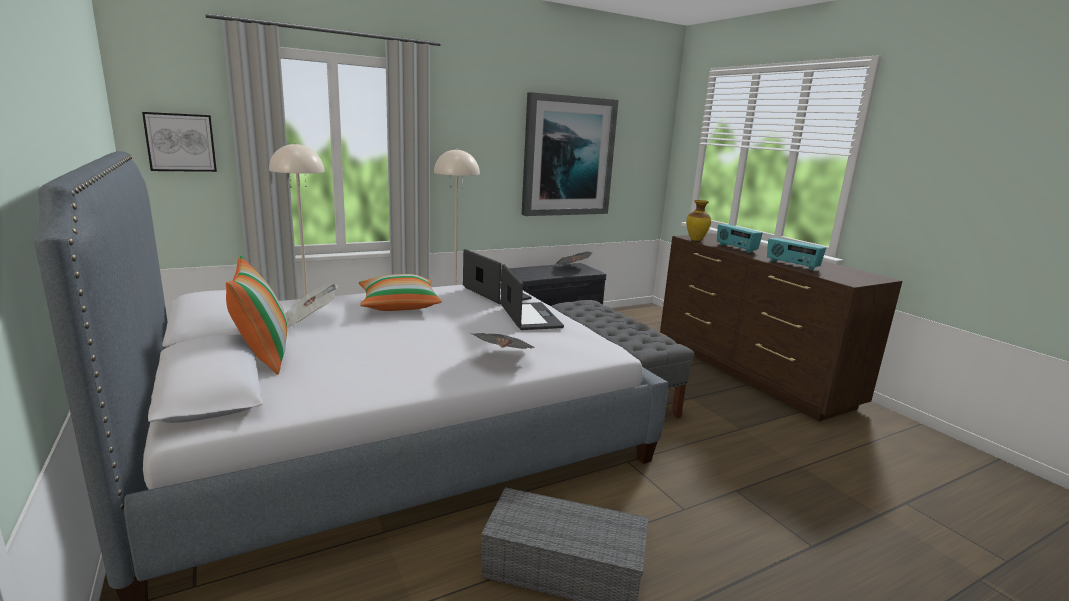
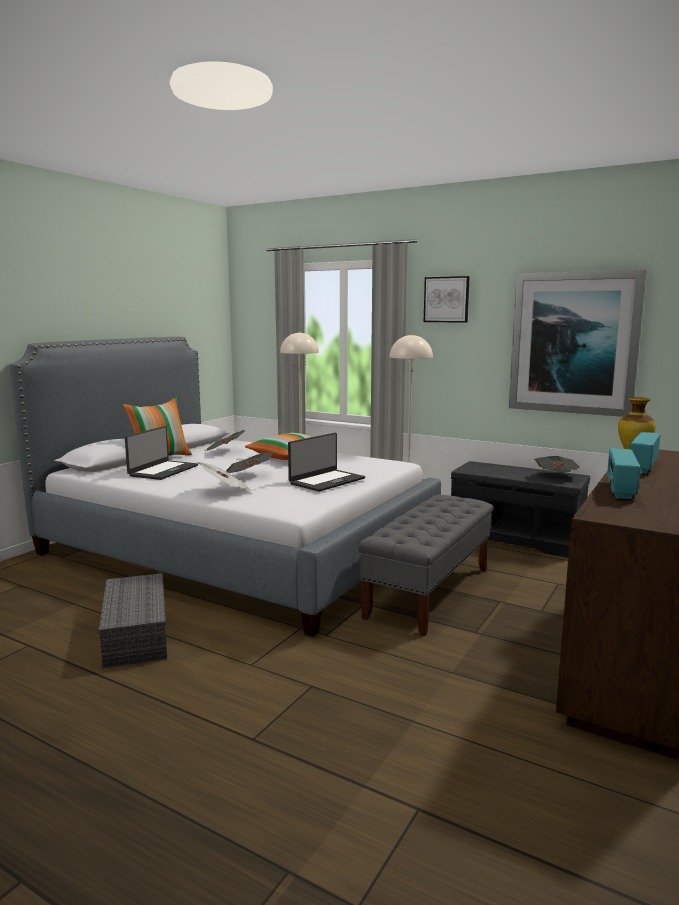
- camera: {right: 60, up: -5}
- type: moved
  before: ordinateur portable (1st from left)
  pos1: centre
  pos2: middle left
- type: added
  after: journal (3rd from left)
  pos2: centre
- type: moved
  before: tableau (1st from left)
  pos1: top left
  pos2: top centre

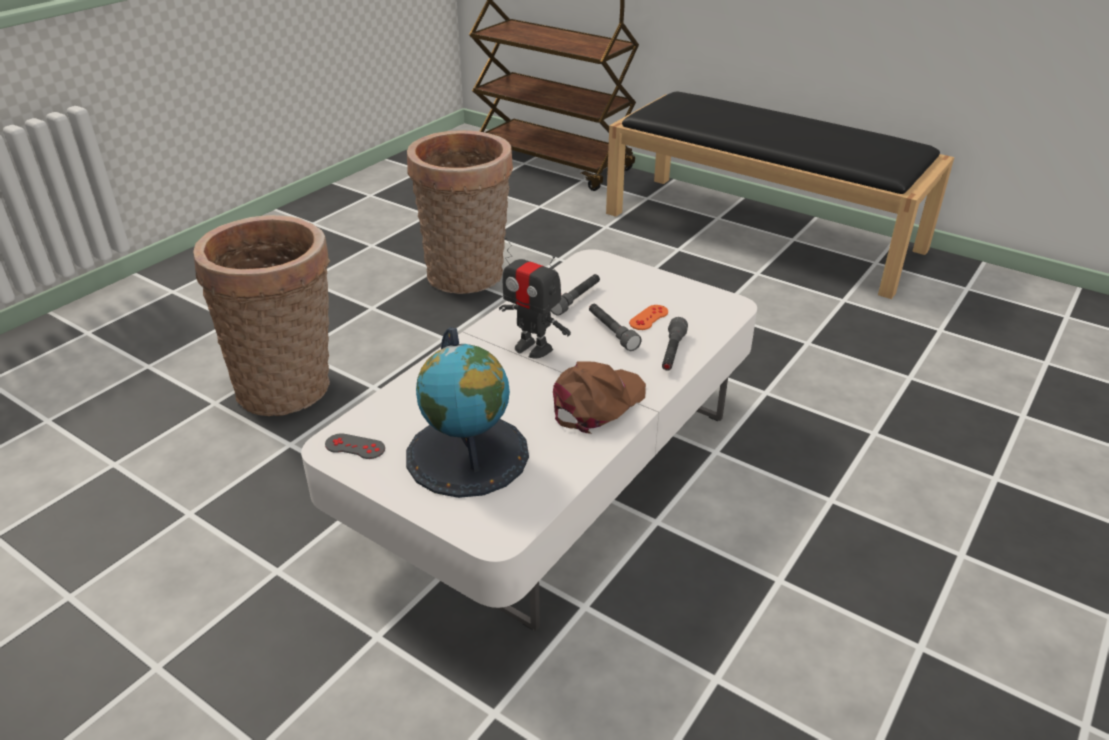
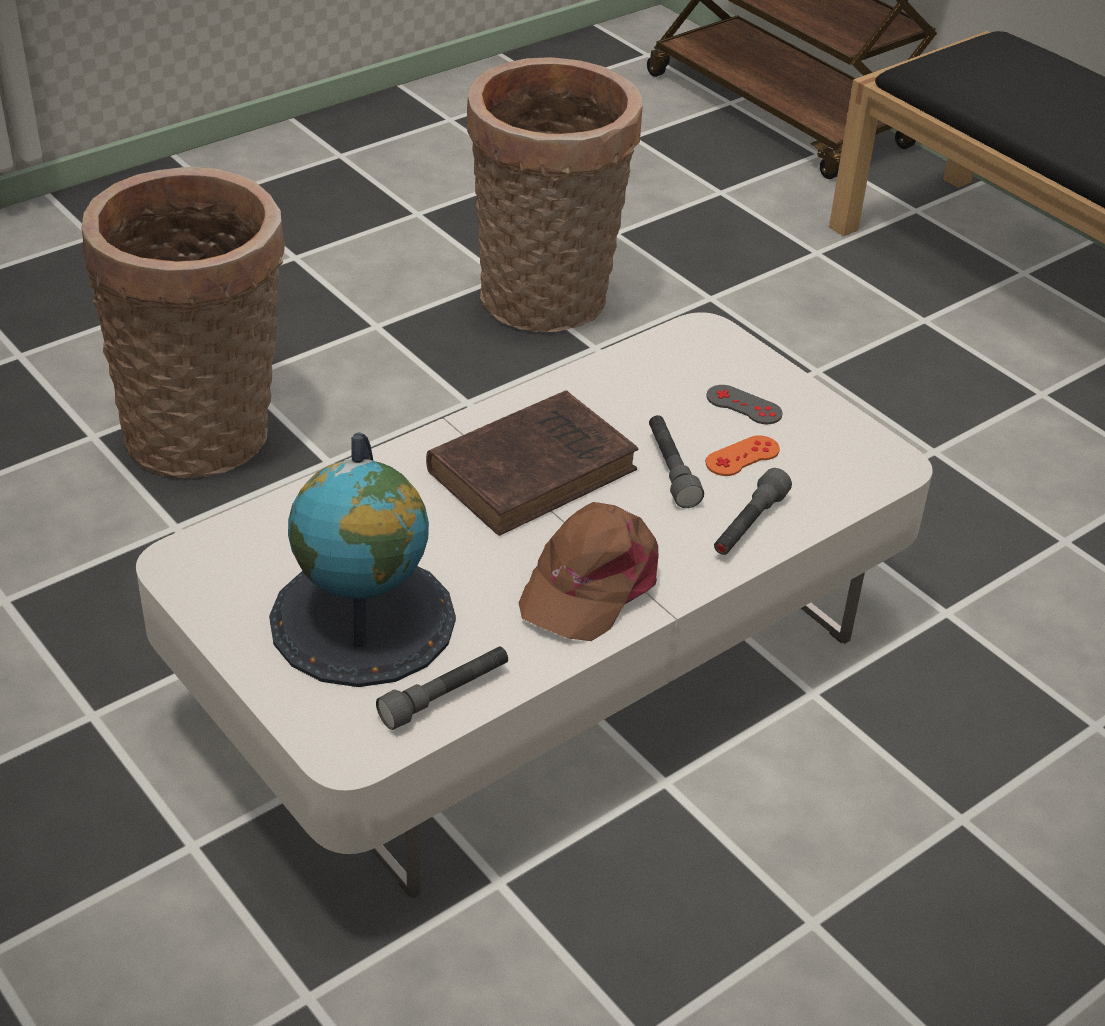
- camera: {right: 15, up: 5}
- type: moved
  before: lampe de poche/gris (1st from left)
  pos1: centre
  pos2: bottom centre
- type: replaced
  before: robot jouet
  after: livre/marron
  pos1: centre
  pos2: centre
- type: turned
  before: casquette/marron
  pos1: centre
  pos2: centre
  turn: 150
- type: moved
  before: manette/gris
  pos1: middle left
  pos2: middle right

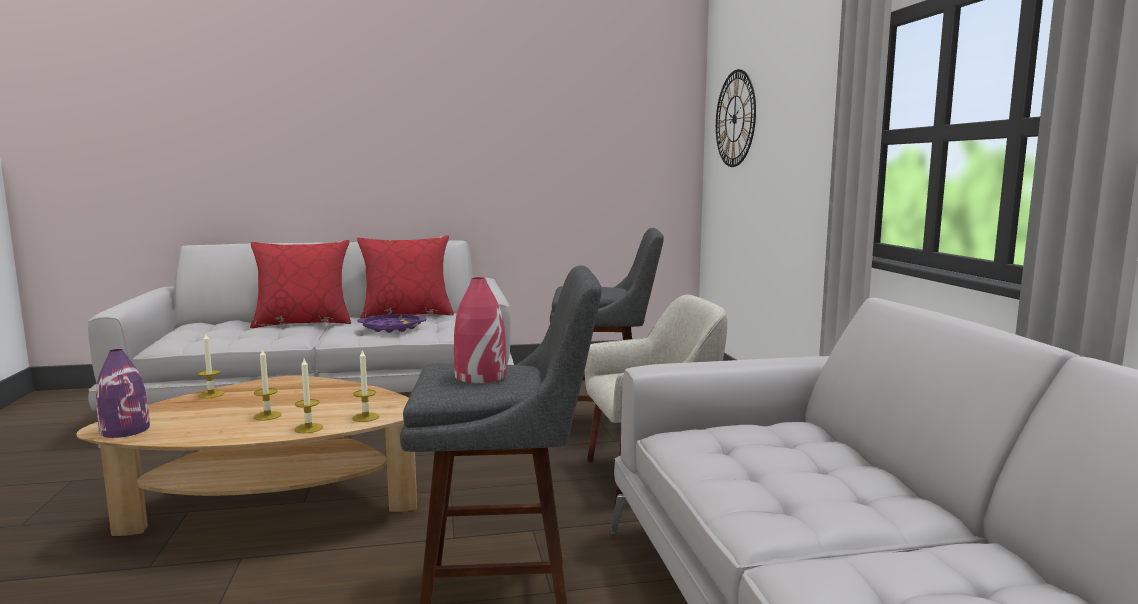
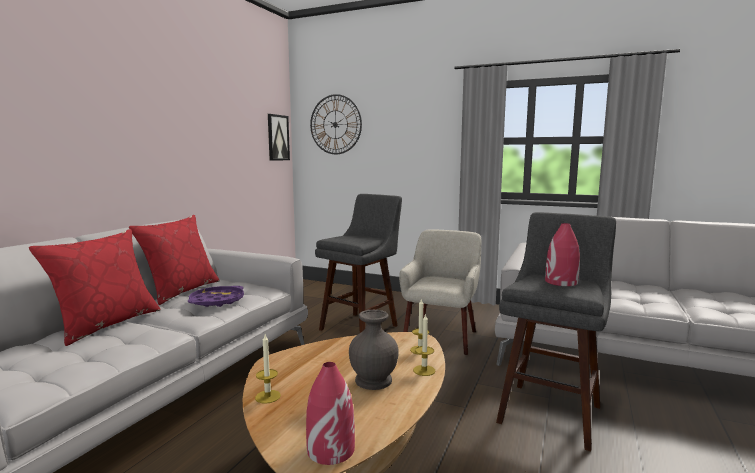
- camera: {right: -55, up: 0}
- type: added
  after: tableau
  pos2: top centre
- type: recoloured
  before: vase/violet
  after: vase/rouge (1st from left)
  pos1: middle left
  pos2: bottom centre
- type: replaced
  before: bougie (2nd from left)
  after: vase/gris
  pos1: middle left
  pos2: bottom centre

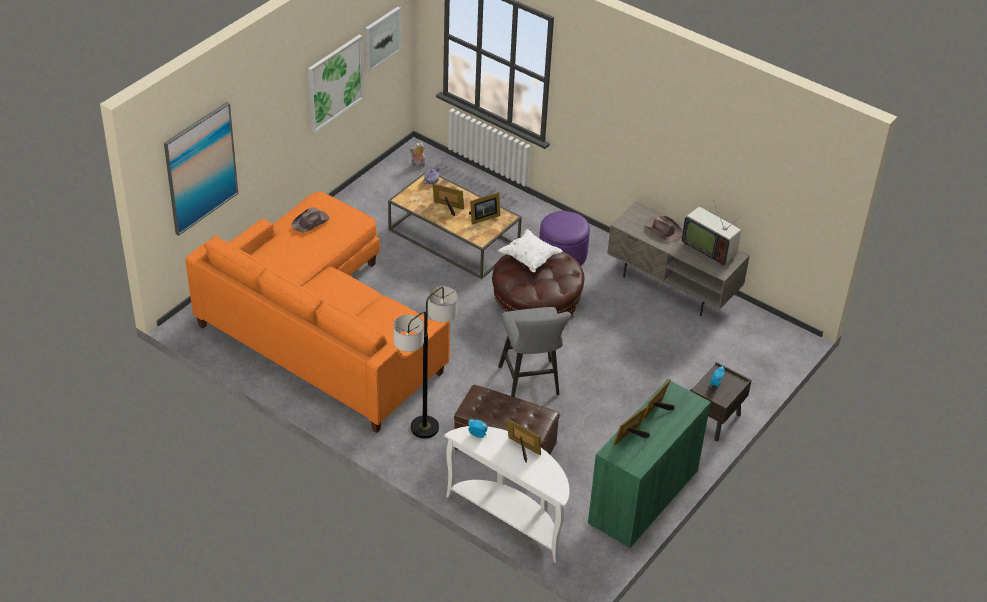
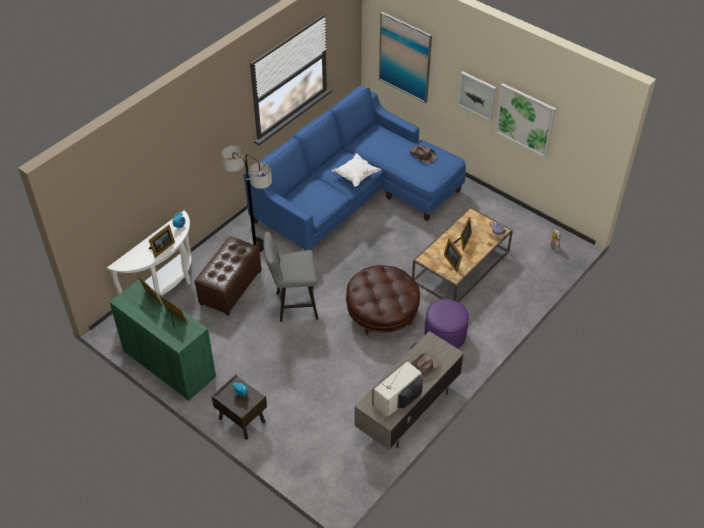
- camera: {right: 95, up: 5}
- type: recoloured
  before: canapé/orange
  after: canapé/bleu
  pos1: middle left
  pos2: top centre
- type: moved
  before: coussin/blanc
  pos1: centre
  pos2: top centre
- type: moved
  before: tableau (3rd from left in the first image)
  after: tableau (2nd from left)
  pos1: top centre
  pos2: top right

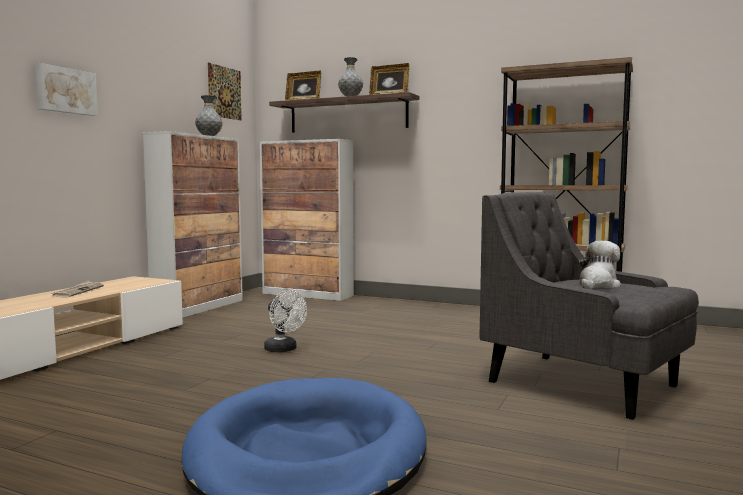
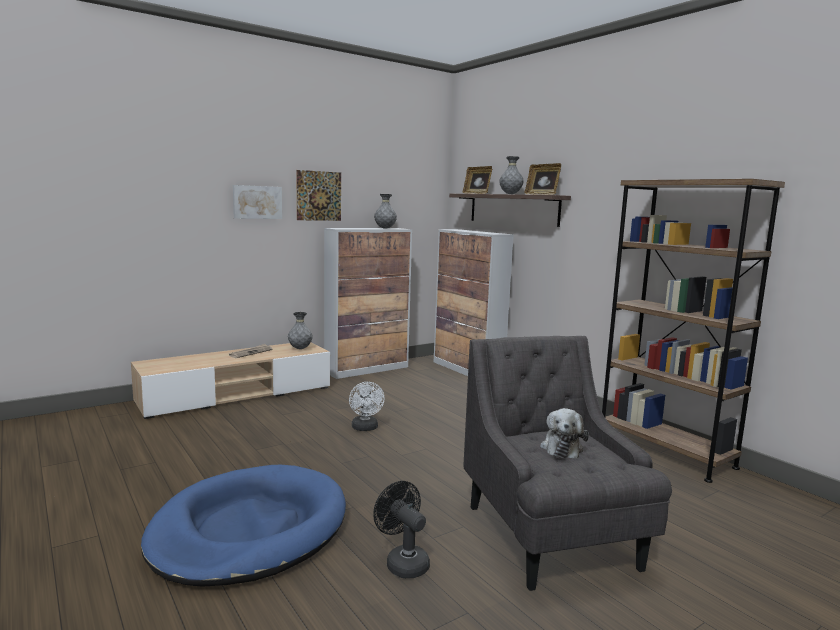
- camera: {right: 30, up: 5}
- type: added
  after: vase/gris (1st from left)
  pos2: centre
- type: moved
  before: tableau (2nd from left)
  pos1: top left
  pos2: top centre
- type: added
  after: ventilateur/noir
  pos2: bottom centre
- type: turned
  before: peluche
  pos1: middle right
  pos2: bottom right
  turn: 120

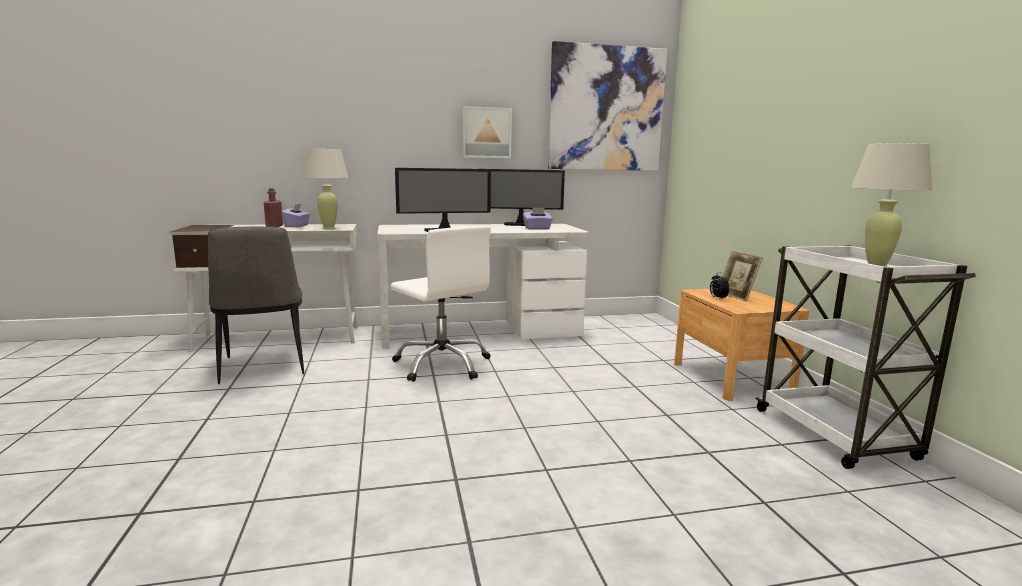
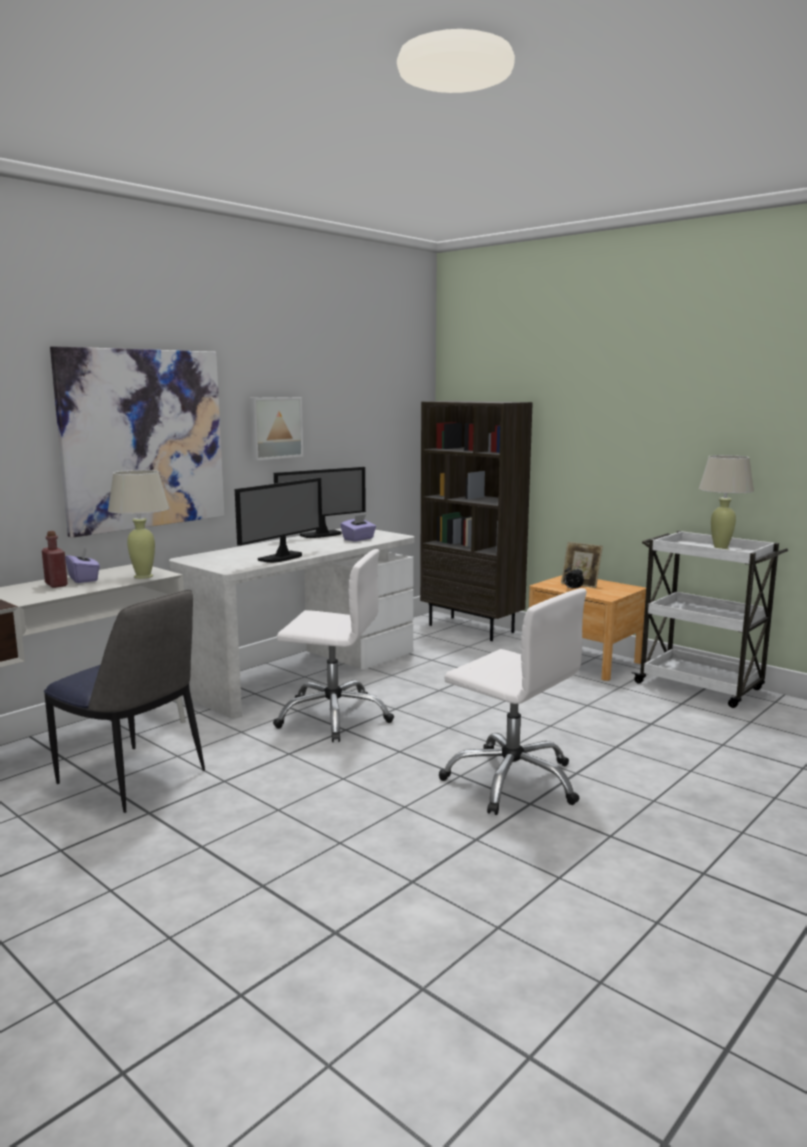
- camera: {right: -35, up: 0}
- type: moved
  before: tableau (2nd from left in the first image)
  after: tableau (1st from left)
  pos1: top centre
  pos2: middle left
- type: added
  after: bibliothèque/marron
  pos2: centre
- type: added
  after: chaise de bureau/blanc (2nd from left)
  pos2: centre

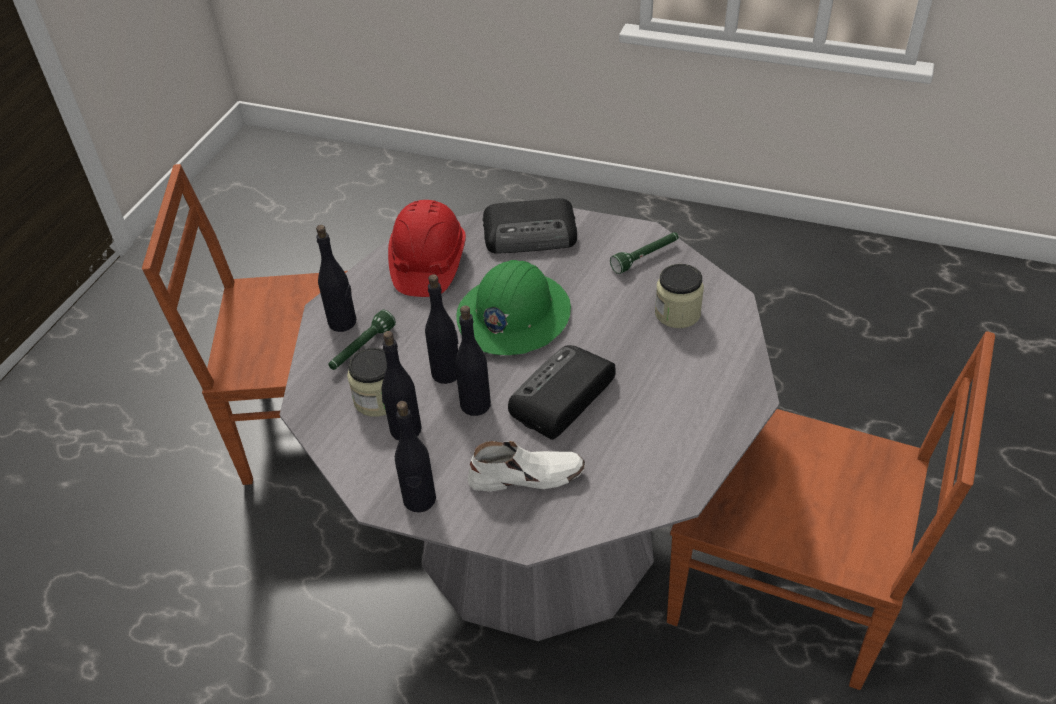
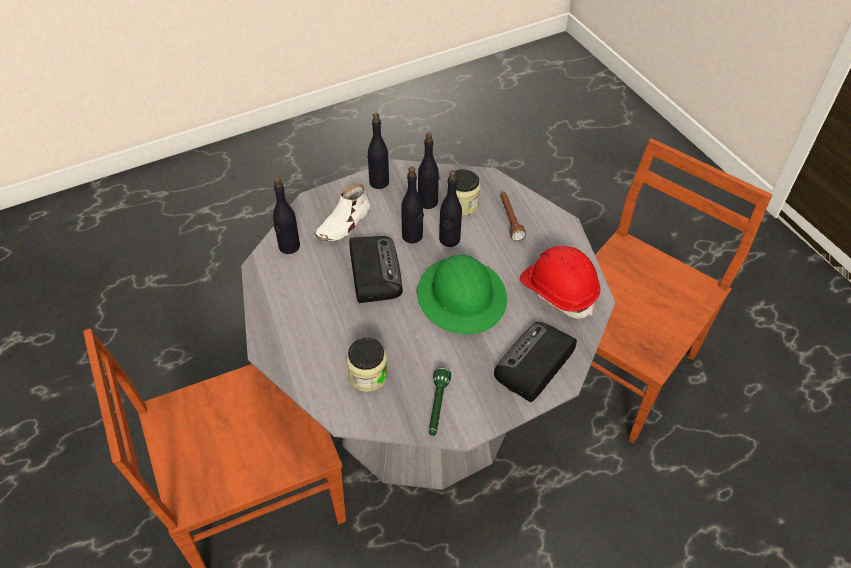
- camera: {right: 130, up: 5}
- type: moved
  before: bouteille/noir (1st from left)
  pos1: middle left
  pos2: centre
- type: recoloured
  before: lampe de poche/vert (1st from left)
  after: lampe de poche/marron
  pos1: centre
  pos2: centre

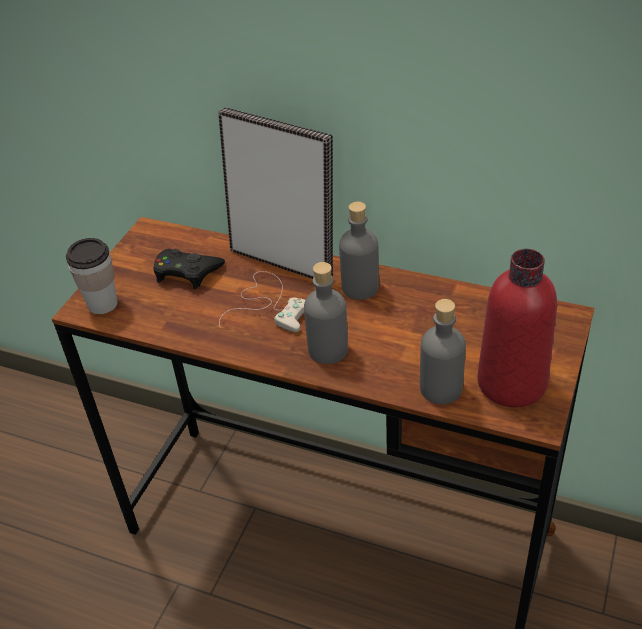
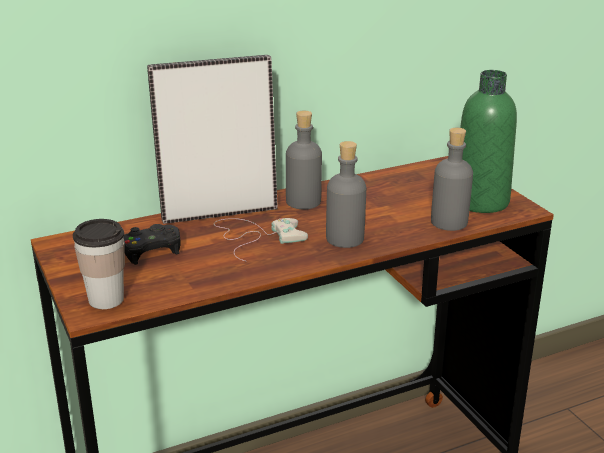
- camera: {right: -50, up: -15}
- type: recoloured
  before: bouteille/rouge
  after: bouteille/vert
  pos1: middle right
  pos2: top right

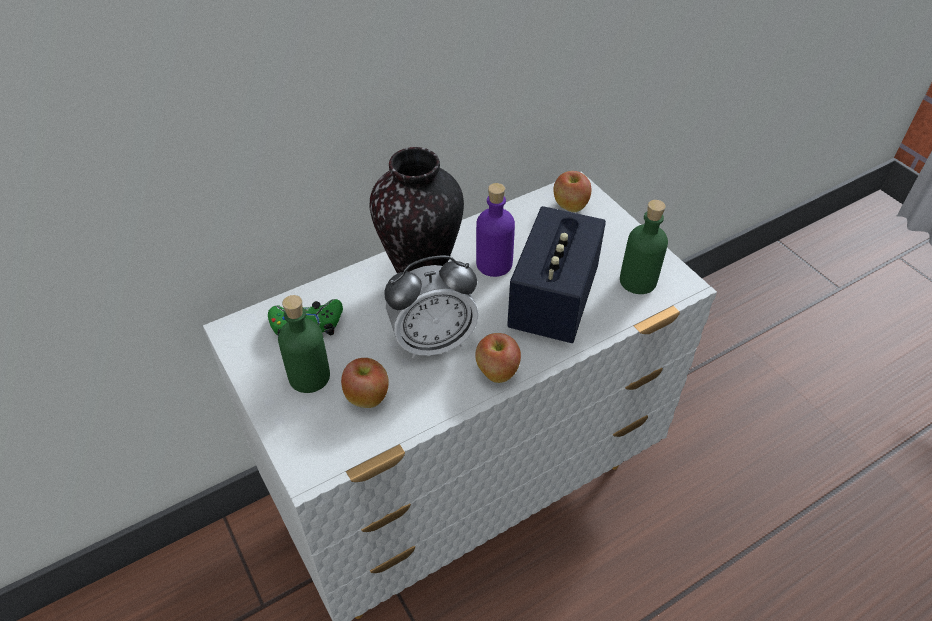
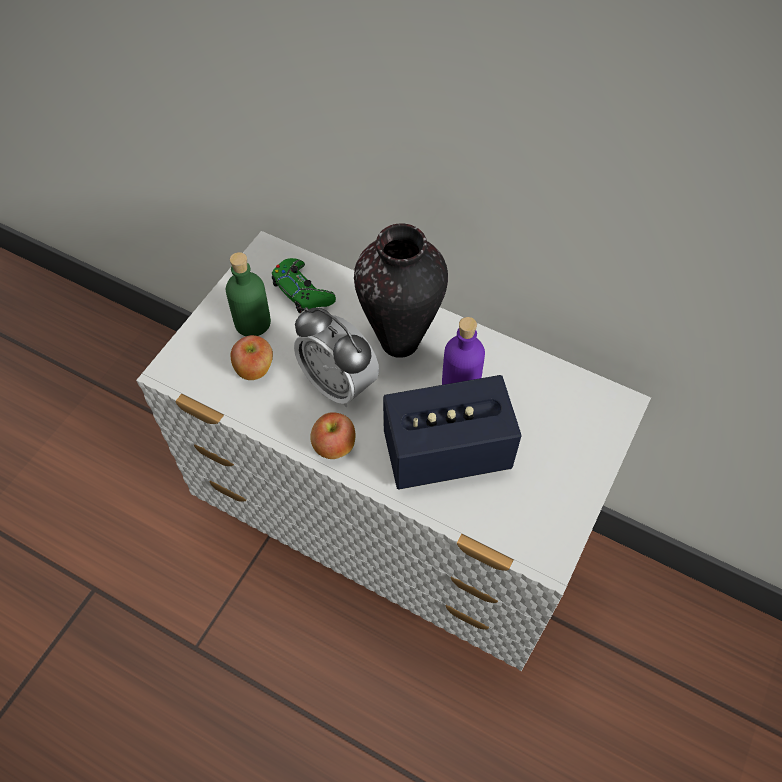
- camera: {right: 60, up: 10}
- type: removed
  before: pomme (3rd from left)
  pos1: top centre
- type: removed
  before: bouteille/vert (2nd from left)
  pos1: middle right

